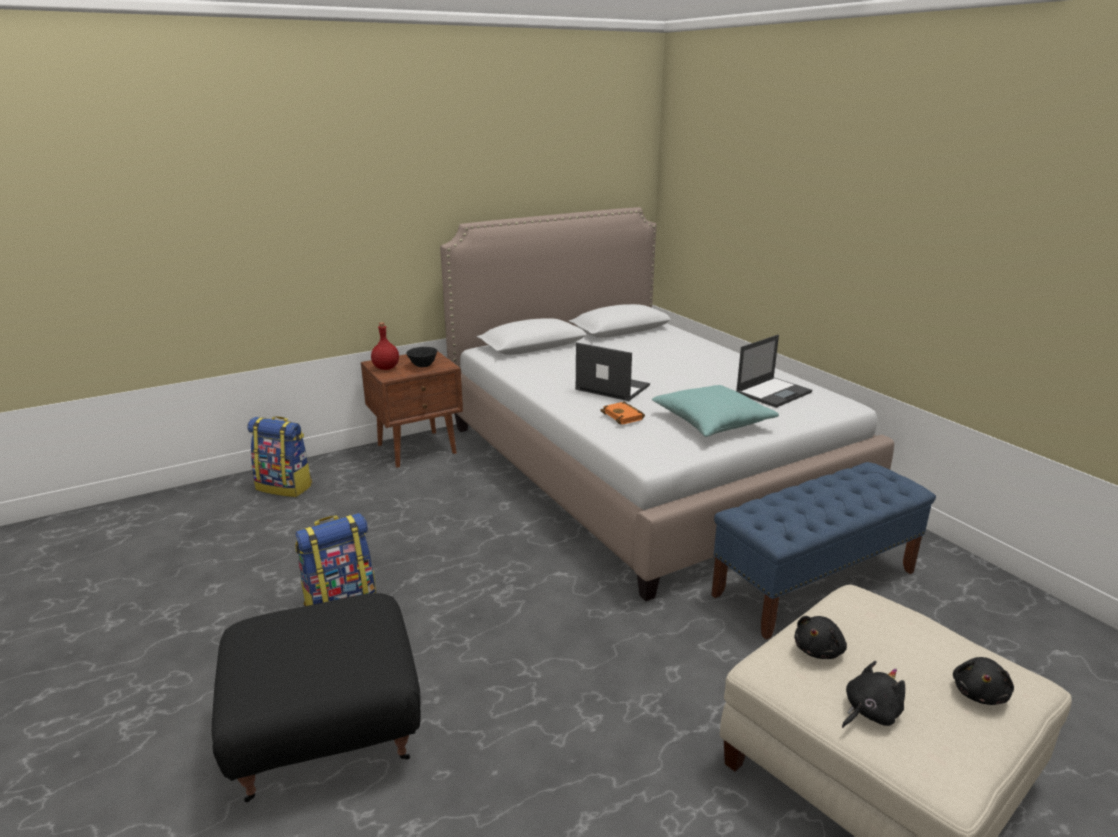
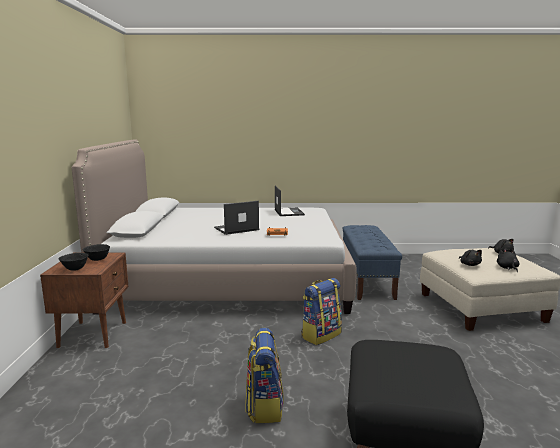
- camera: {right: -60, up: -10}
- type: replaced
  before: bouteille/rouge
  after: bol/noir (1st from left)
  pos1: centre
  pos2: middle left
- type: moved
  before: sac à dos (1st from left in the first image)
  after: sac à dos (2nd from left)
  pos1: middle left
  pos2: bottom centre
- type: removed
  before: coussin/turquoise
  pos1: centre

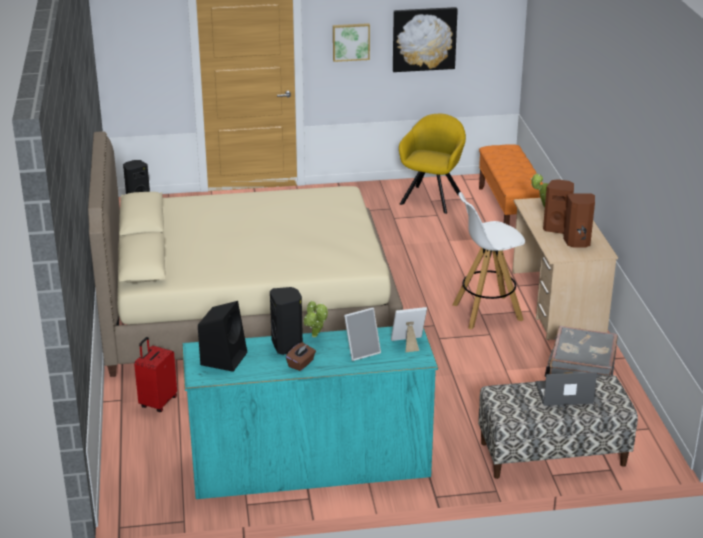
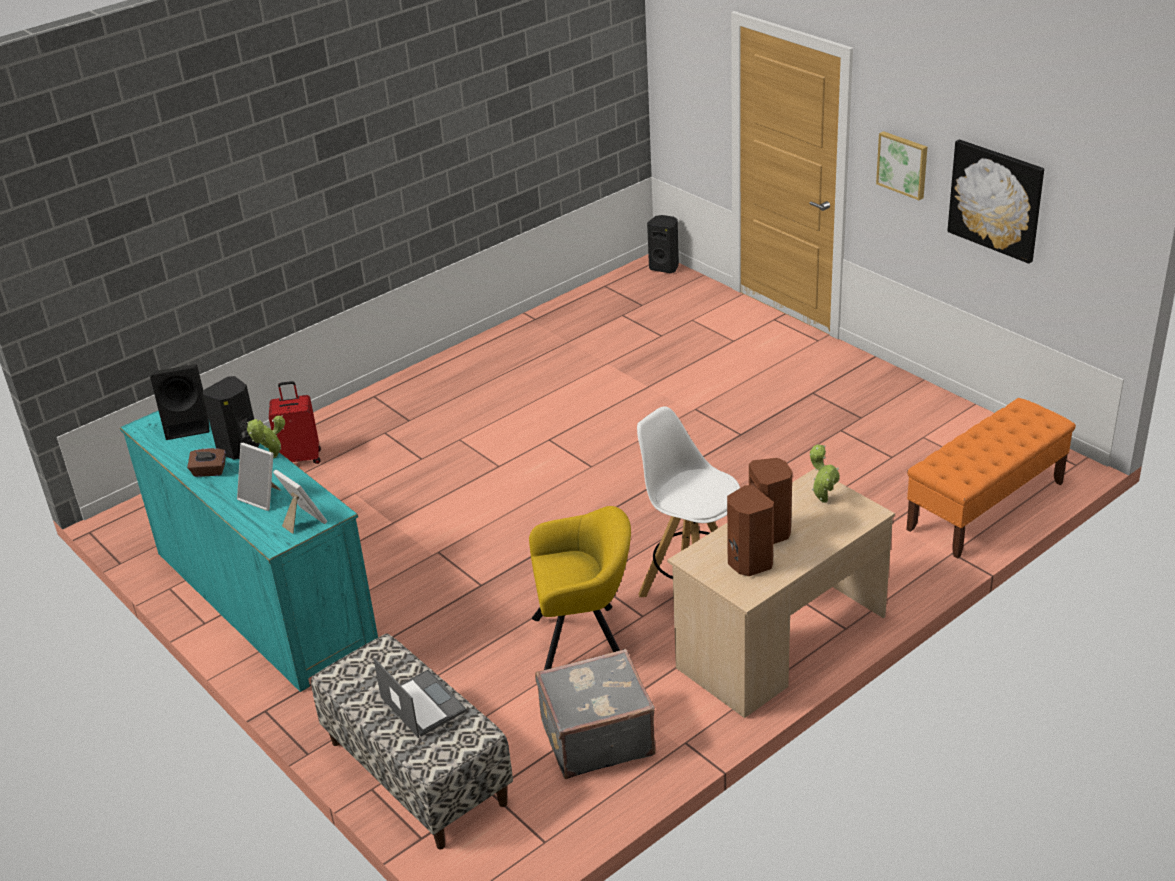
- camera: {right: 60, up: 5}
- type: moved
  before: fauteuil/jaune
  pos1: top centre
  pos2: bottom centre
- type: removed
  before: lit/beige
  pos1: centre

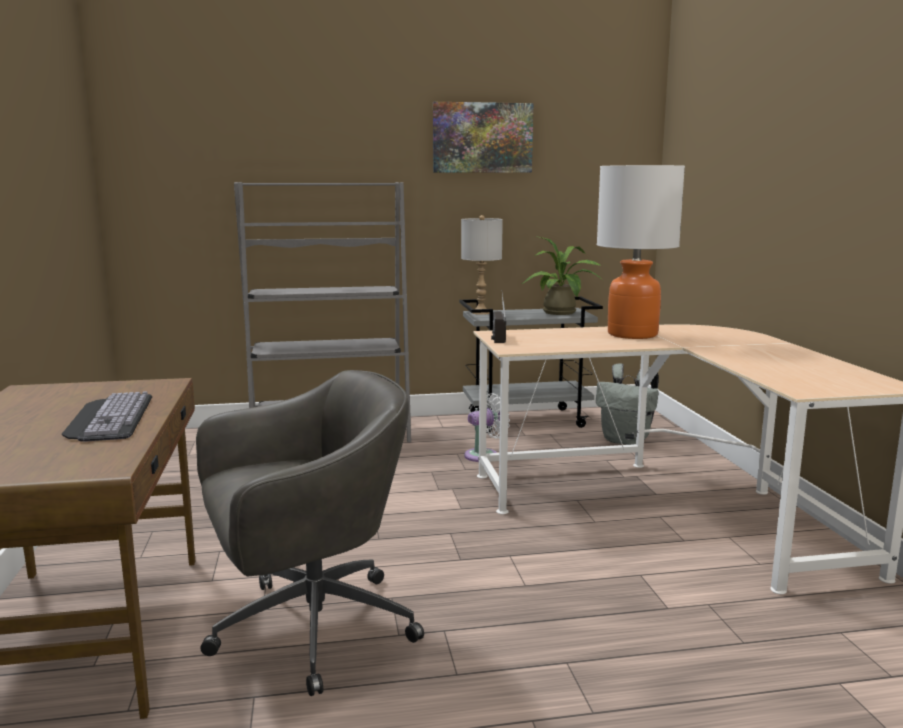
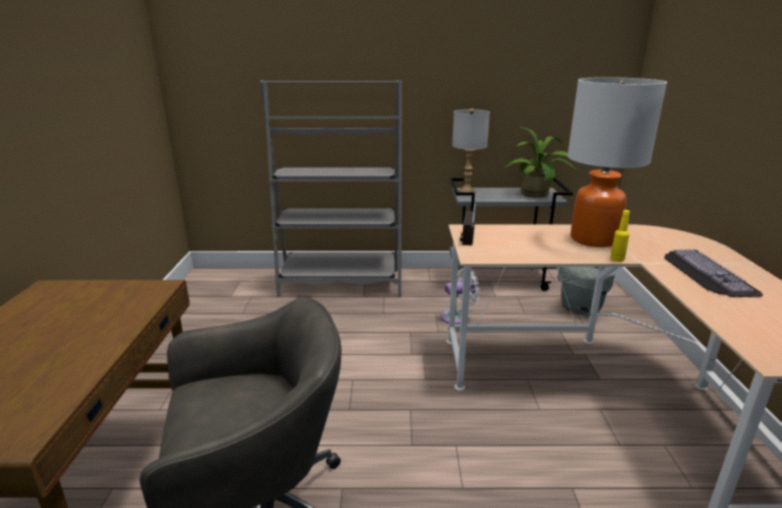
- camera: {right: 10, up: 10}
- type: added
  after: bouteille/jaune
  pos2: middle right
- type: moved
  before: clavier
  pos1: middle left
  pos2: middle right
- type: removed
  before: tableau
  pos1: top centre

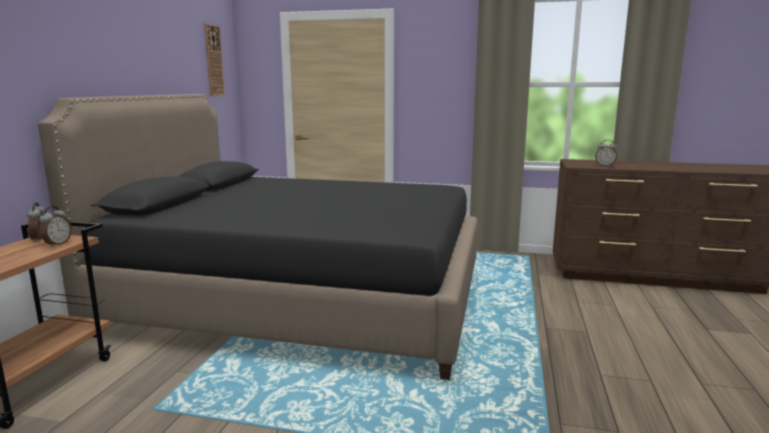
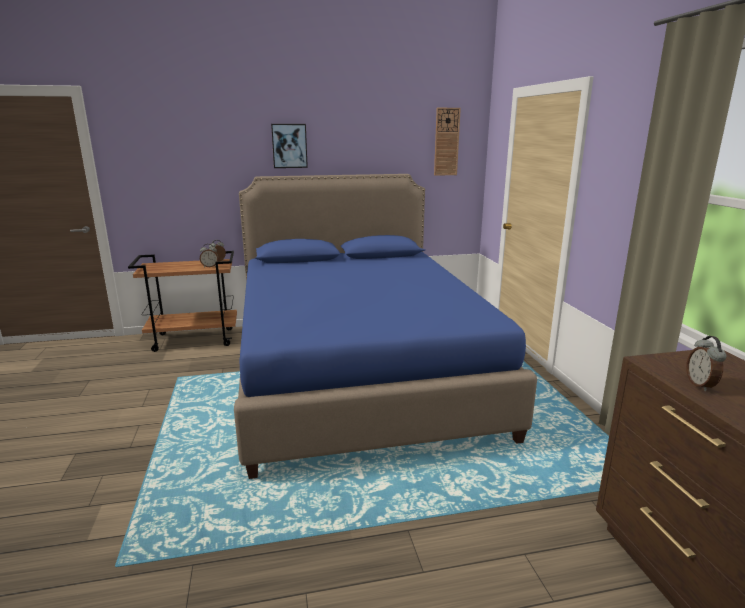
- camera: {right: 65, up: 5}
- type: recoloured
  before: lit/noir
  after: lit/bleu
  pos1: centre
  pos2: centre
- type: added
  after: tableau
  pos2: top centre

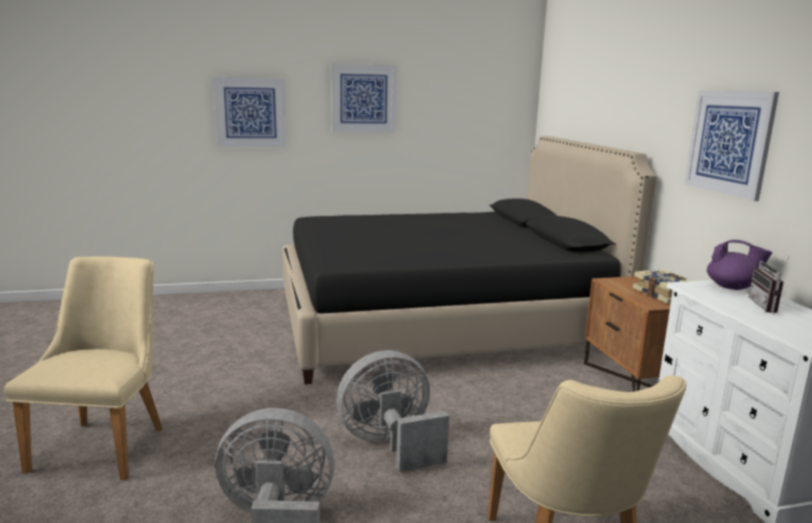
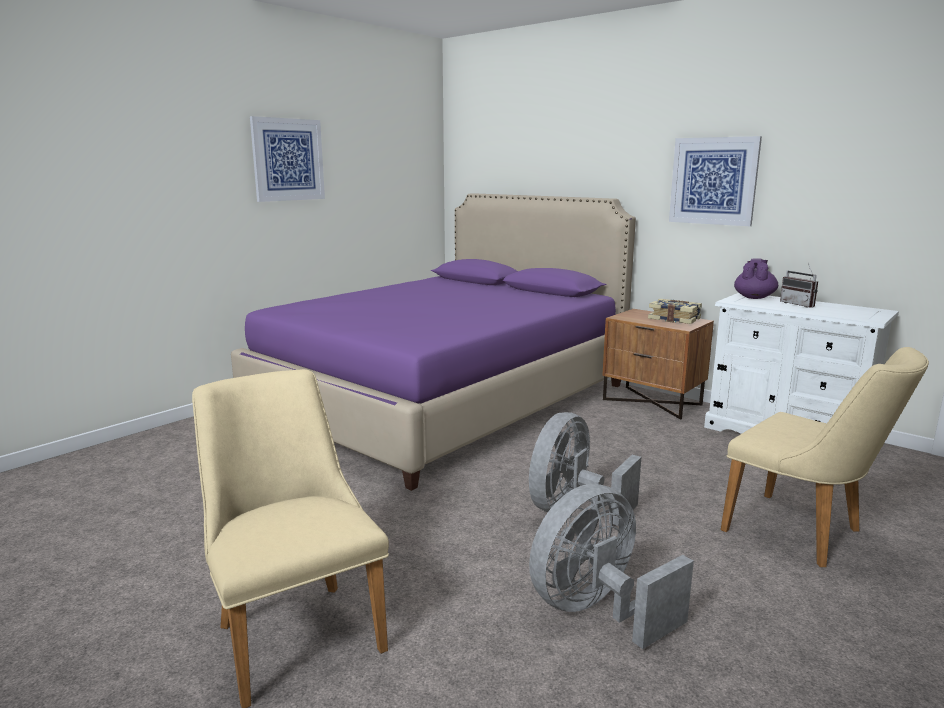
- camera: {right: -35, up: 0}
- type: recoloured
  before: lit/noir
  after: lit/violet
  pos1: centre
  pos2: centre
- type: turned
  before: théière/violet
  pos1: middle right
  pos2: middle right
  turn: -60
- type: removed
  before: tableau (1st from left)
  pos1: top left

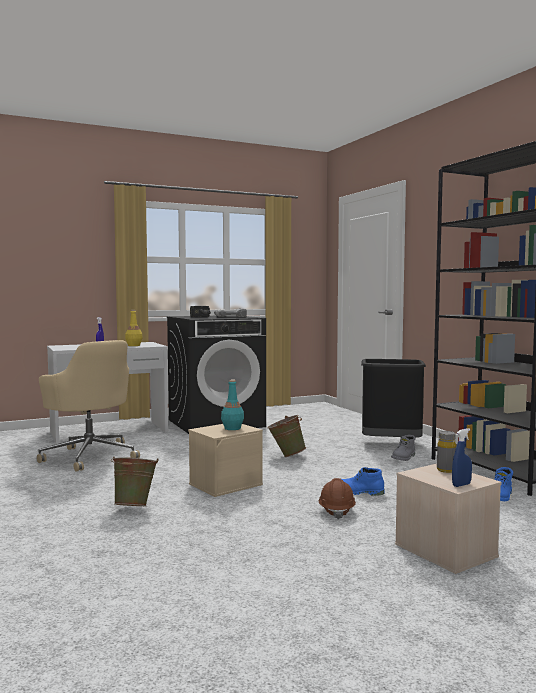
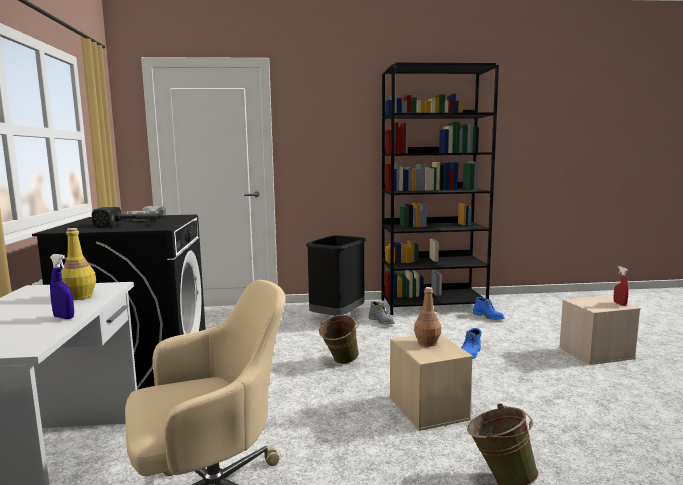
- camera: {right: -70, up: 5}
- type: recoloured
  before: bouteille/turquoise
  after: bouteille/marron
  pos1: centre
  pos2: centre
- type: recoloured
  before: vaporisateur/bleu (2nd from left)
  after: vaporisateur/rouge
  pos1: middle right
  pos2: middle right
- type: removed
  before: casque de chantier/marron
  pos1: bottom centre
- type: removed
  before: bouteille/gris
  pos1: middle right

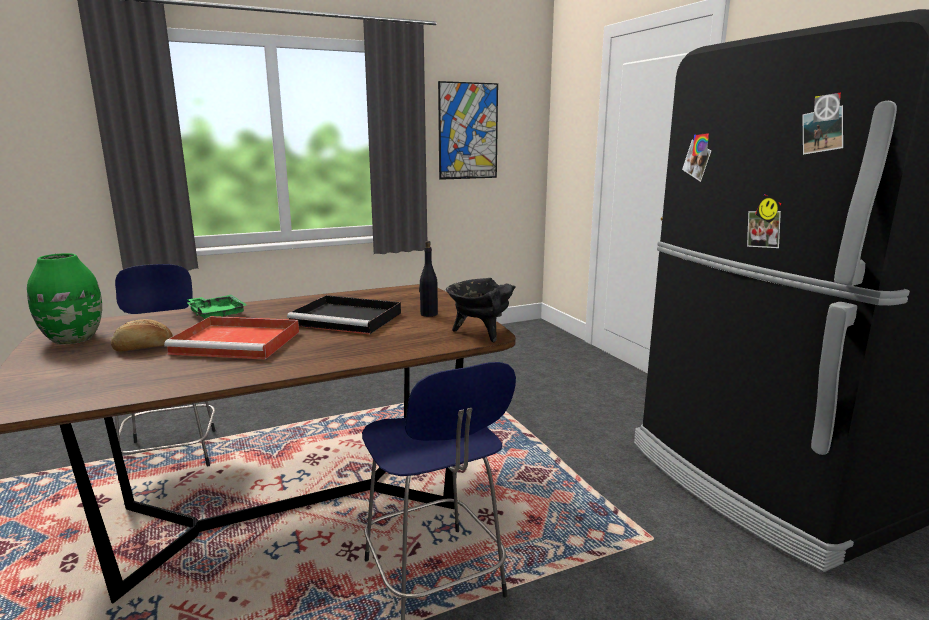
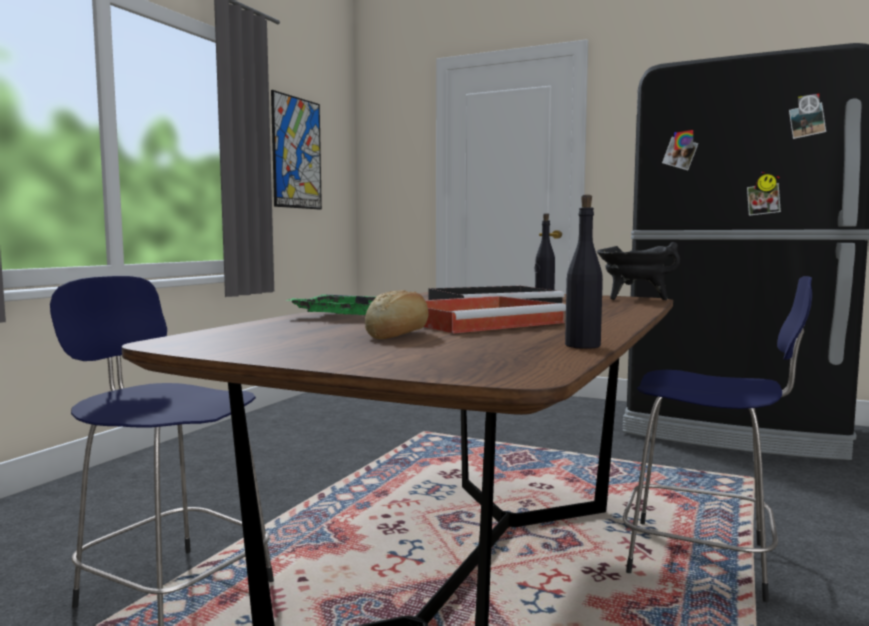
- camera: {right: -40, up: -10}
- type: added
  after: bouteille/noir (2nd from left)
  pos2: middle right
- type: removed
  before: vase/vert
  pos1: middle left

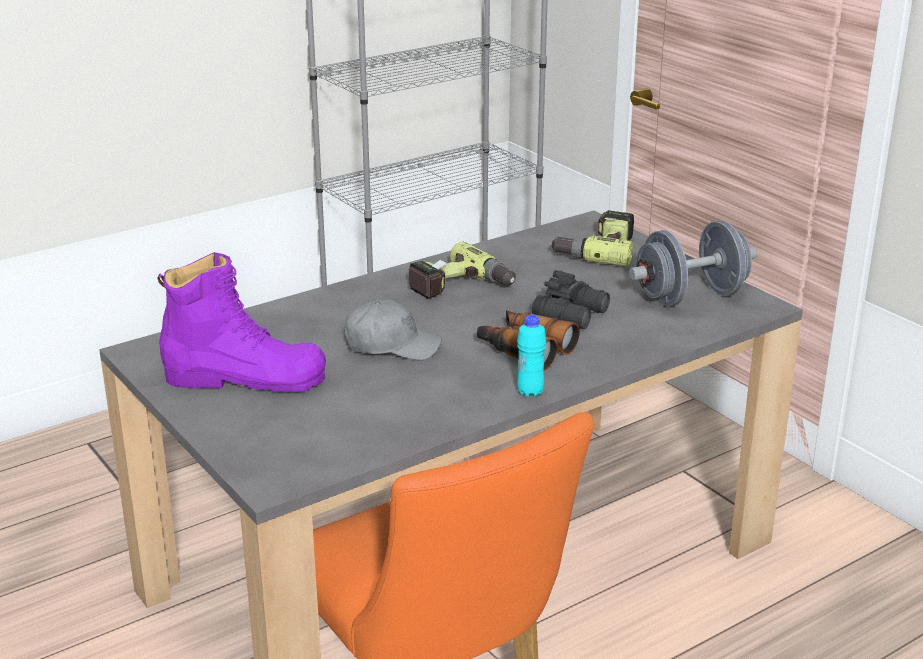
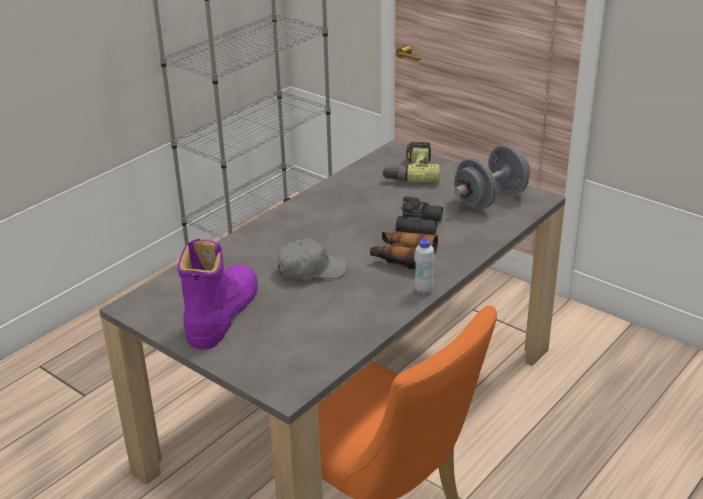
- camera: {right: -15, up: 5}
- type: turned
  before: botte/violet
  pos1: middle left
  pos2: middle left
  turn: -60
- type: recoloured
  before: bouteille/turquoise
  after: bouteille/blanc
  pos1: centre
  pos2: centre
- type: removed
  before: perceuse (1st from left)
  pos1: centre

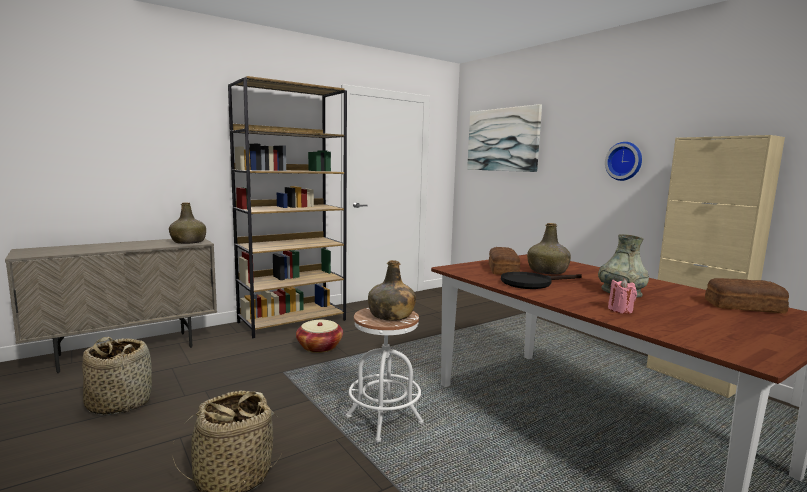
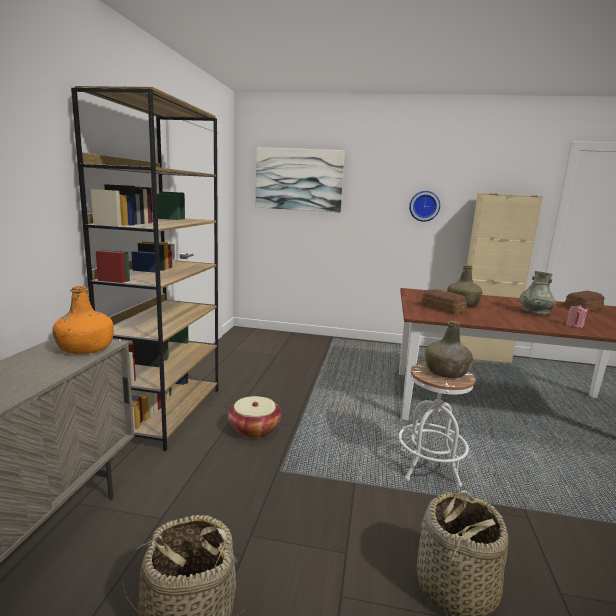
- camera: {right: -45, up: 5}
- type: recoloured
  before: bouteille/vert (1st from left)
  after: bouteille/orange
  pos1: middle left
  pos2: middle left
- type: removed
  before: poêle/noir
  pos1: middle right

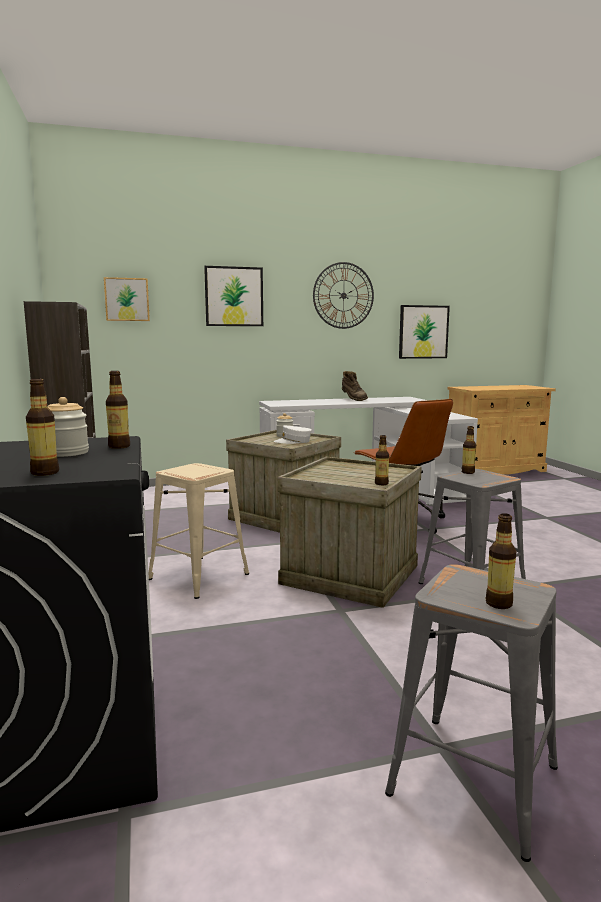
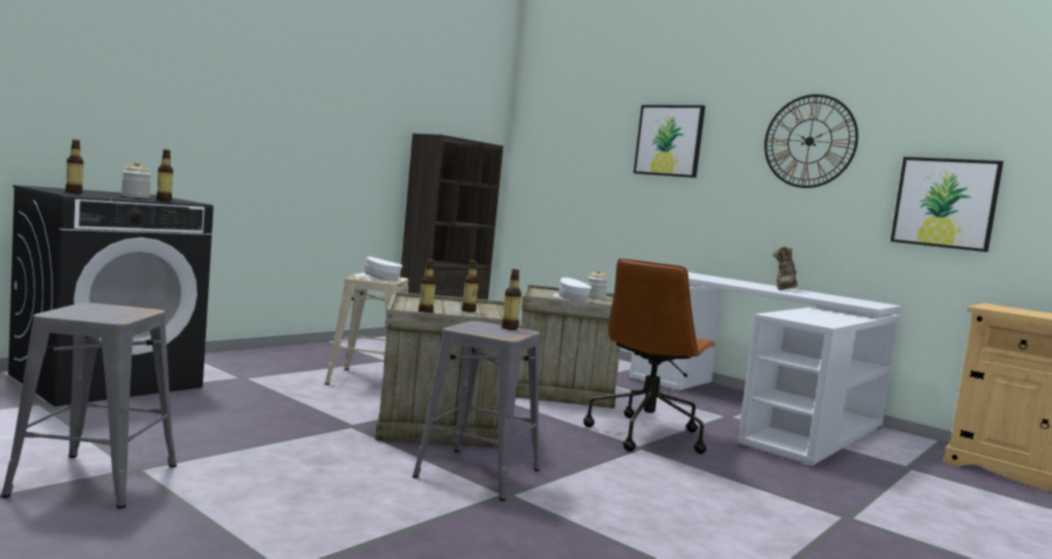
- camera: {right: 55, up: -5}
- type: added
  after: casquette/blanc (1st from left)
  pos2: centre
- type: moved
  before: bouteille (5th from left in the first image)
  after: bouteille (4th from left)
  pos1: middle right
  pos2: centre
- type: removed
  before: tableau (1st from left)
  pos1: top left

